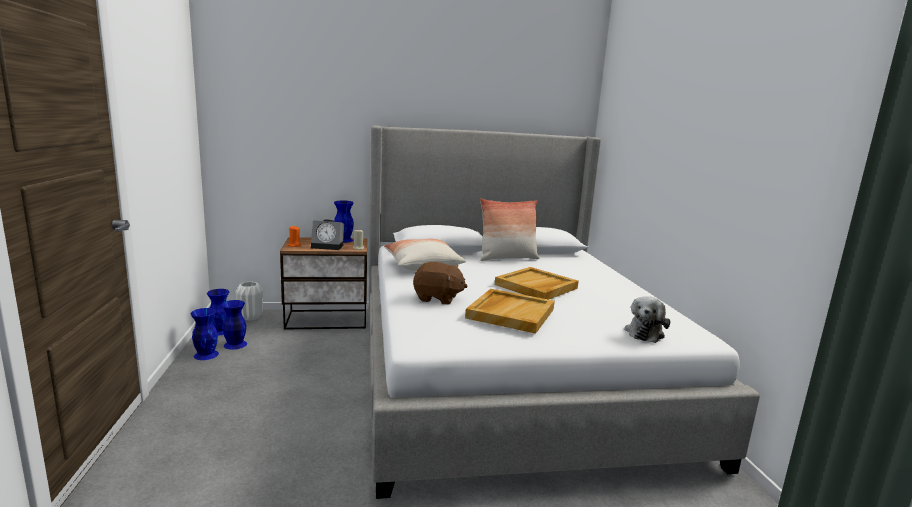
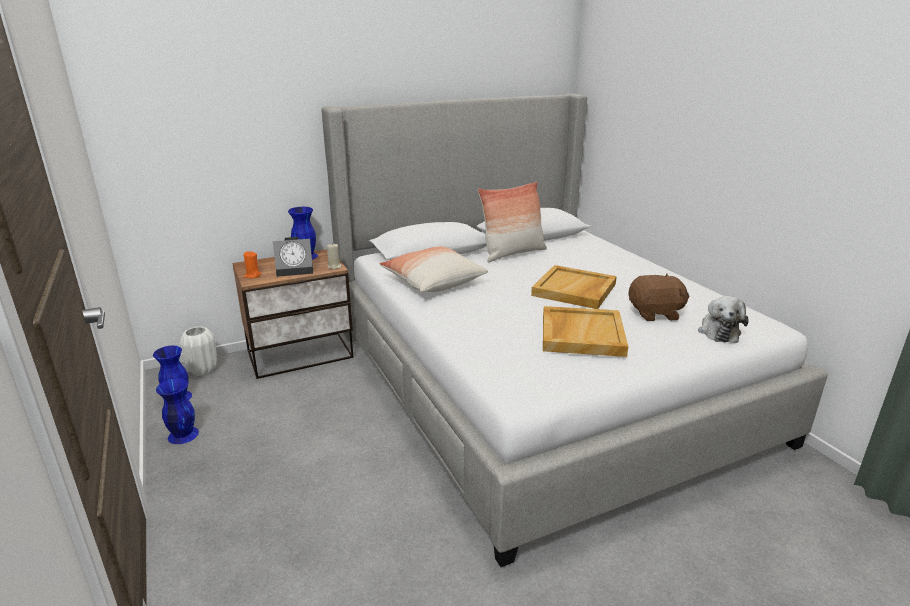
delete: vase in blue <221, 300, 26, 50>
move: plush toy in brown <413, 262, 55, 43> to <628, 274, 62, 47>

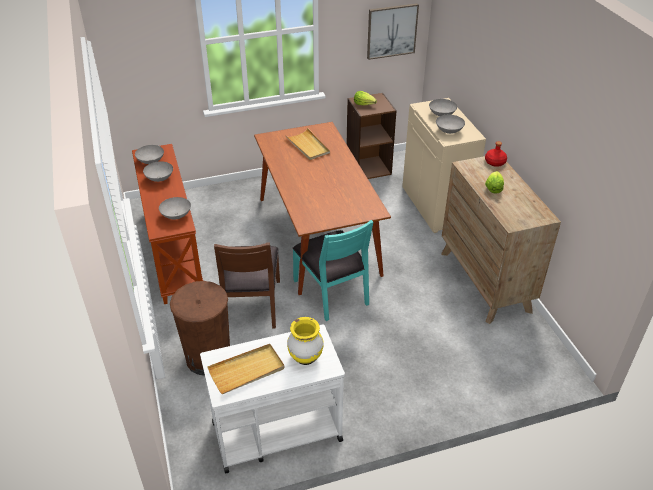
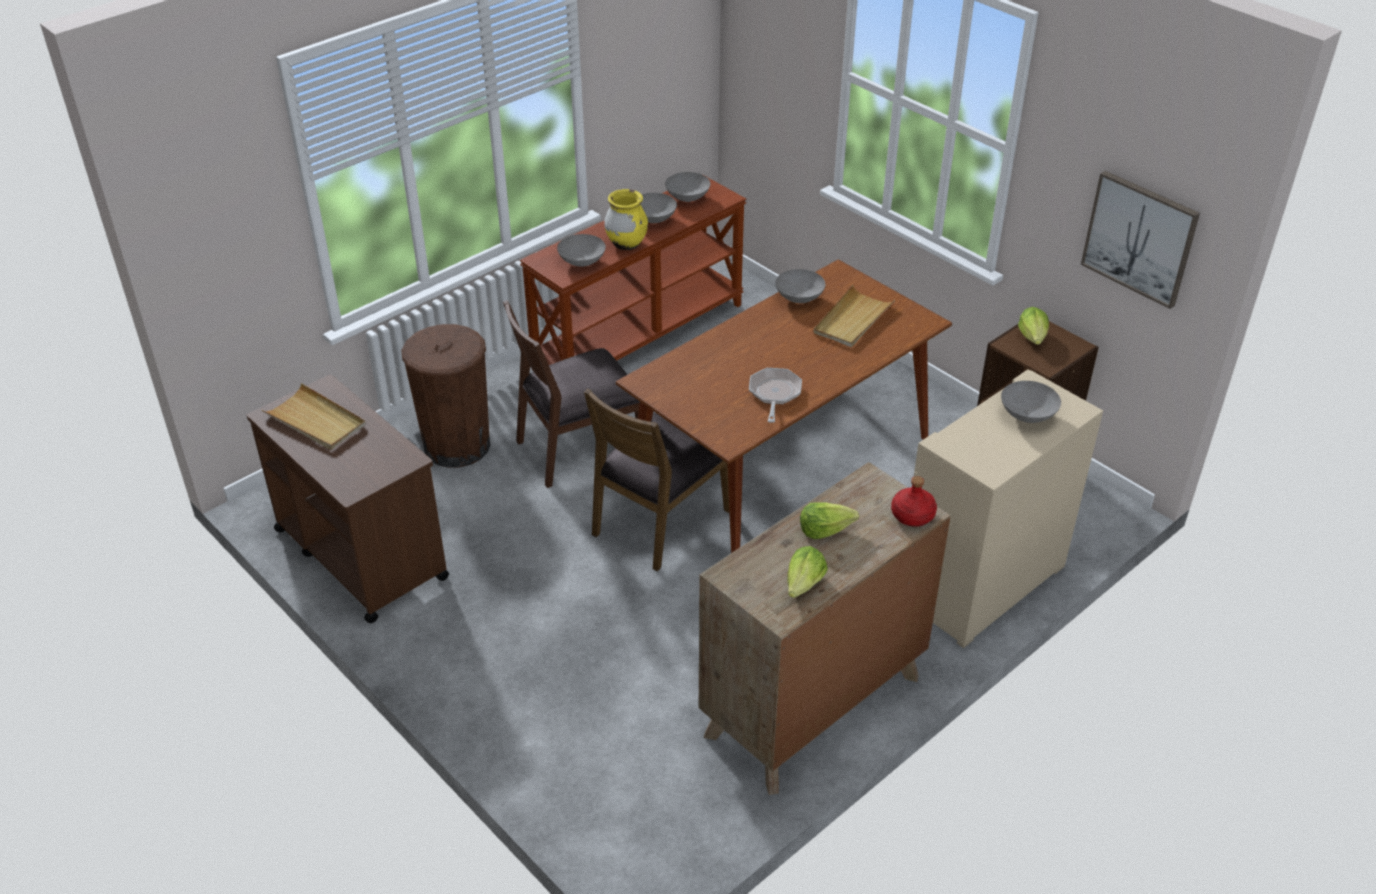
insert: frying pan <749, 368, 53, 55>; lettuce <787, 546, 41, 52>
move: vase in yellow <287, 317, 37, 48> to <604, 189, 44, 61>; bowl in grey <436, 115, 29, 19> to <775, 269, 50, 34>
recolor: cart in white <200, 325, 145, 148> to cart in brown <247, 374, 202, 249>; chair in turquoise <293, 220, 80, 101> to chair in brown <584, 389, 145, 182>

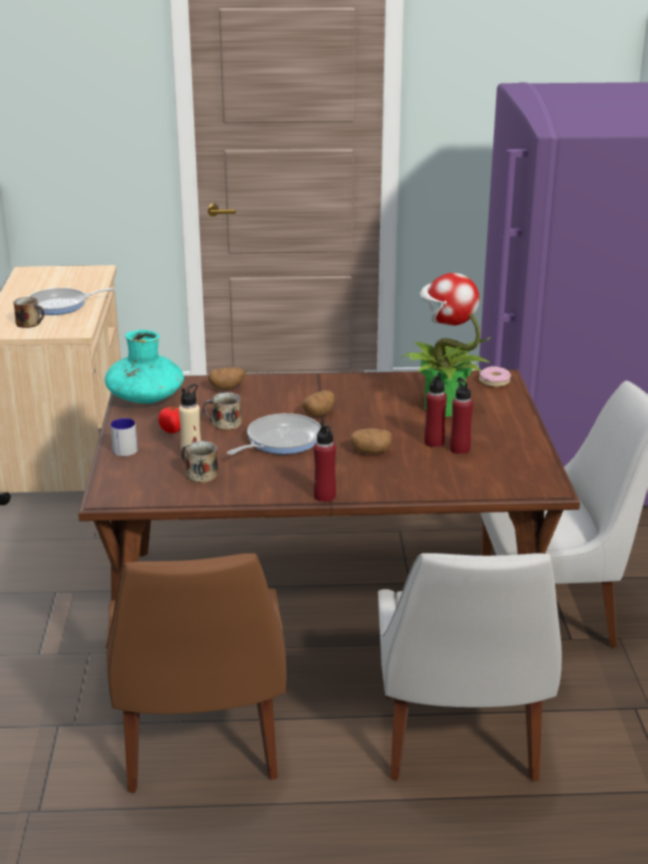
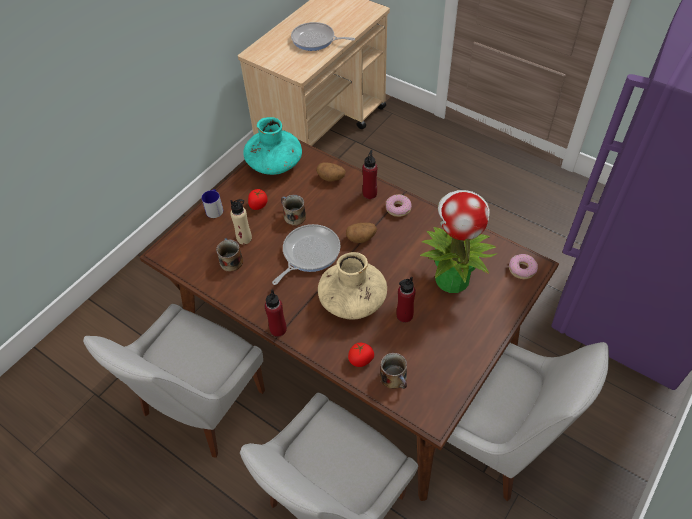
insert: tomato <348, 343, 26, 24>; donut <386, 194, 26, 23>
move: mug <13, 297, 32, 31> to <380, 353, 27, 36>; bottle in red <450, 377, 23, 77> to <362, 150, 15, 49>
replace: potato <350, 428, 43, 26> to vase in beige <318, 252, 69, 67>
recolor: chair in brown <106, 553, 180, 240> to chair in white <83, 304, 182, 154>
rotate: frying pan <227, 413, 94, 42> = <272, 224, 68, 61> 45 degrees counterclockwise

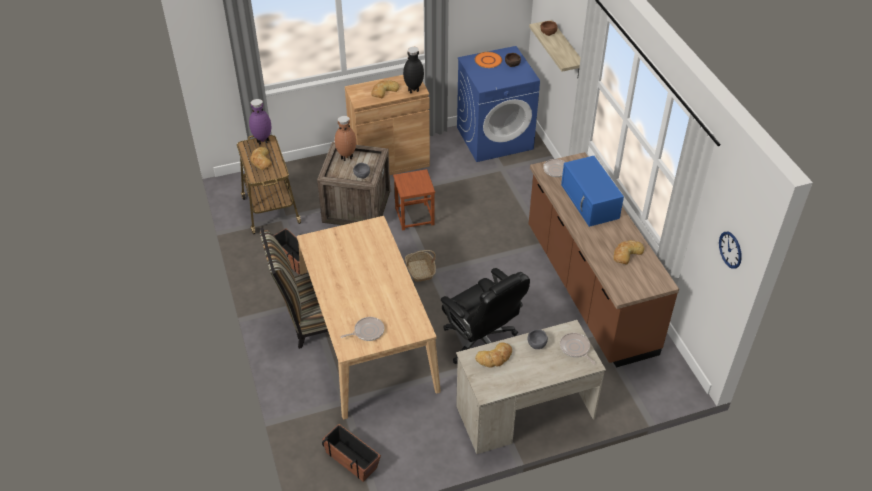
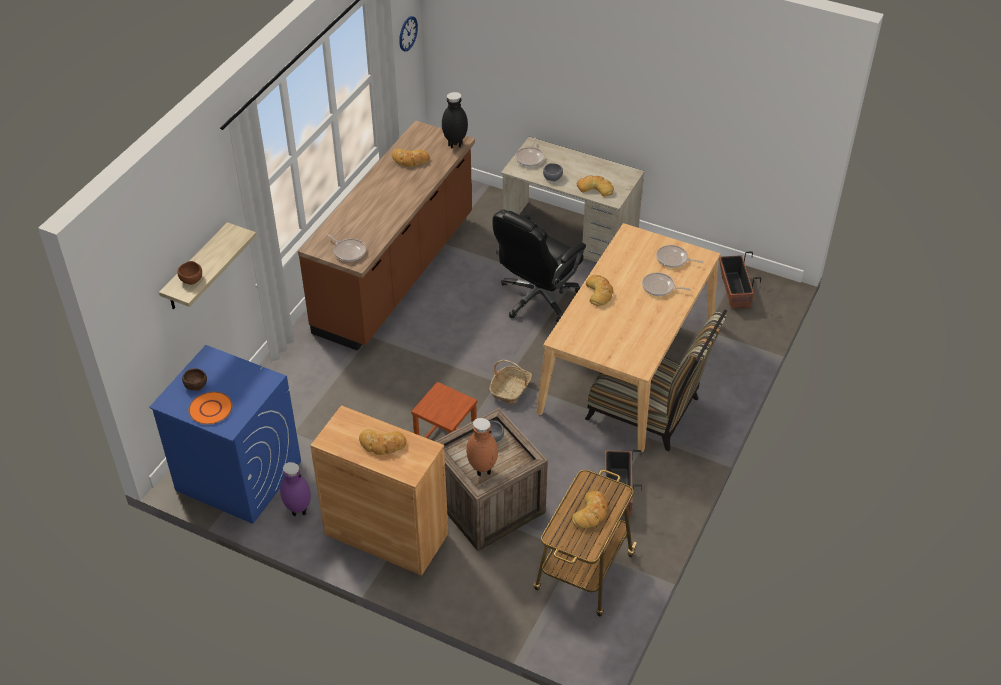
delete: microwave in blue <561, 156, 63, 71>
insert: bread <586, 275, 27, 32>; frying pan <642, 273, 49, 23>
move: vase in purple <249, 99, 22, 46> to <280, 462, 31, 54>; vase in black <403, 47, 21, 47> to <442, 92, 26, 56>
rotate: office chair in black <441, 268, 89, 96> = <493, 210, 93, 112> 150 degrees counterclockwise

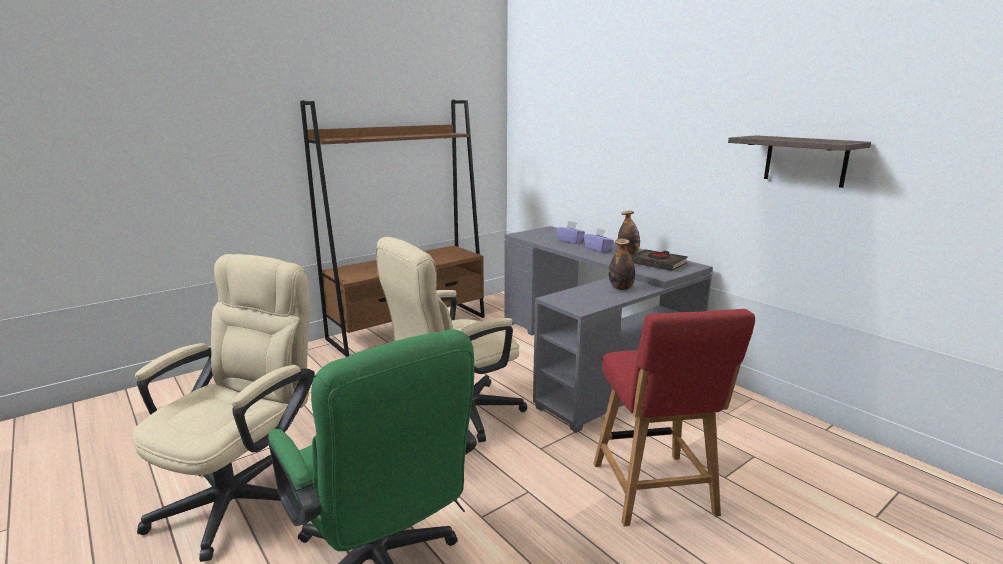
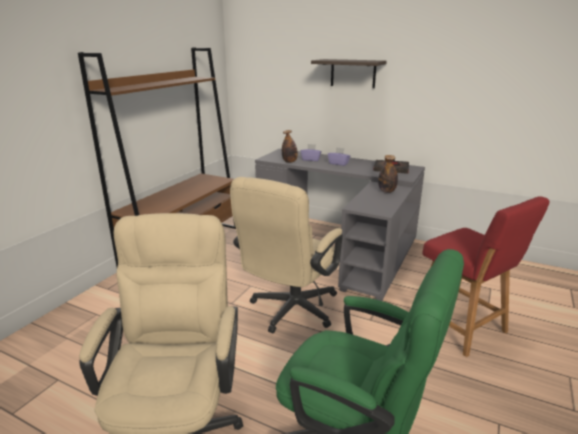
move: bottle <618, 211, 22, 44> to <282, 130, 16, 33>; shelf <728, 135, 143, 53> to <311, 59, 76, 29>

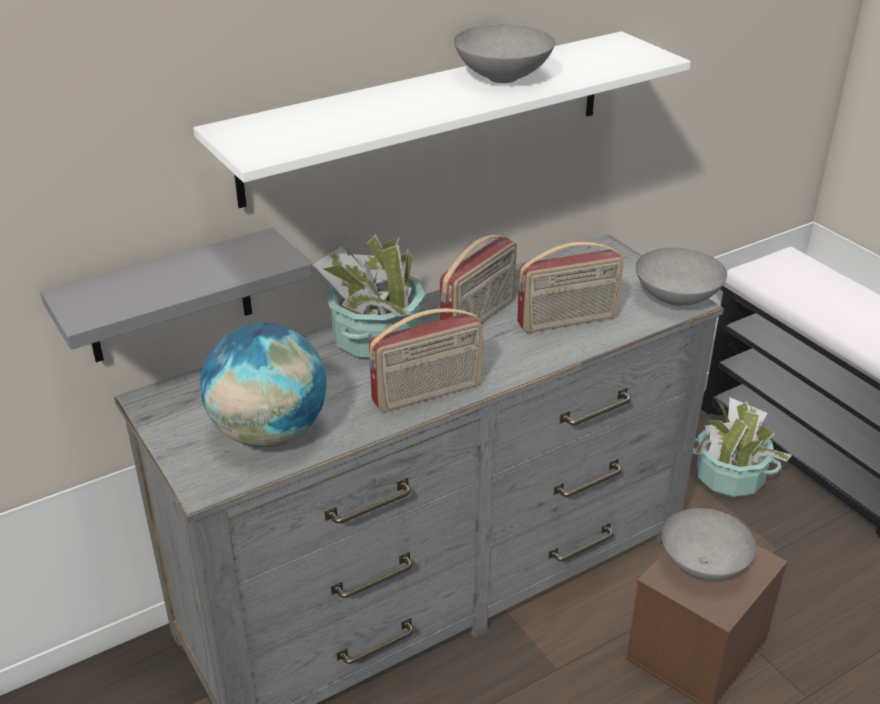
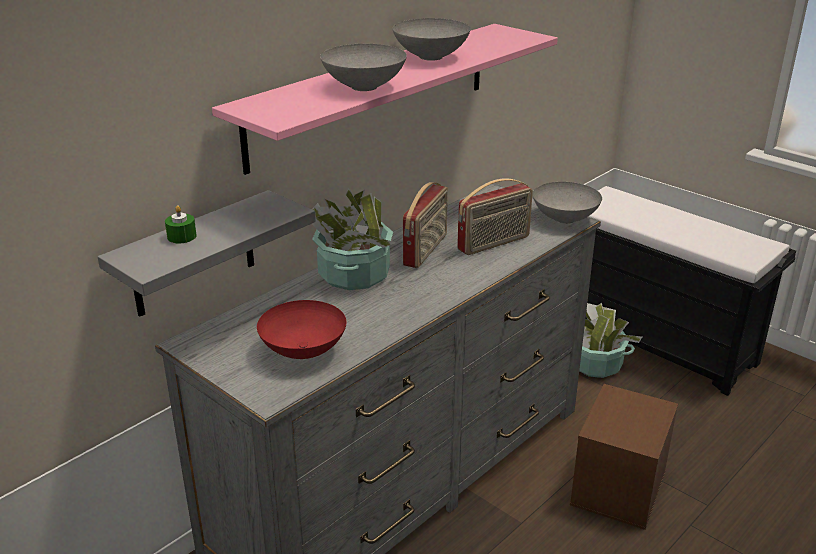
delete: radio <369, 308, 114, 104>
insert: candle in green <165, 206, 32, 37>
move: bowl in grey <662, 508, 94, 72> to <320, 44, 87, 47>
replace: globe <200, 323, 126, 124> to bowl in red <257, 300, 89, 59>
recolor: shelf in white <193, 31, 498, 177> to shelf in pink <212, 24, 346, 151>

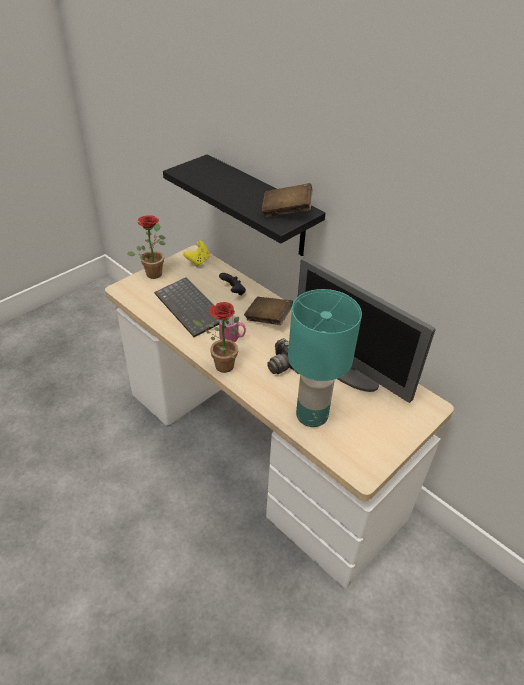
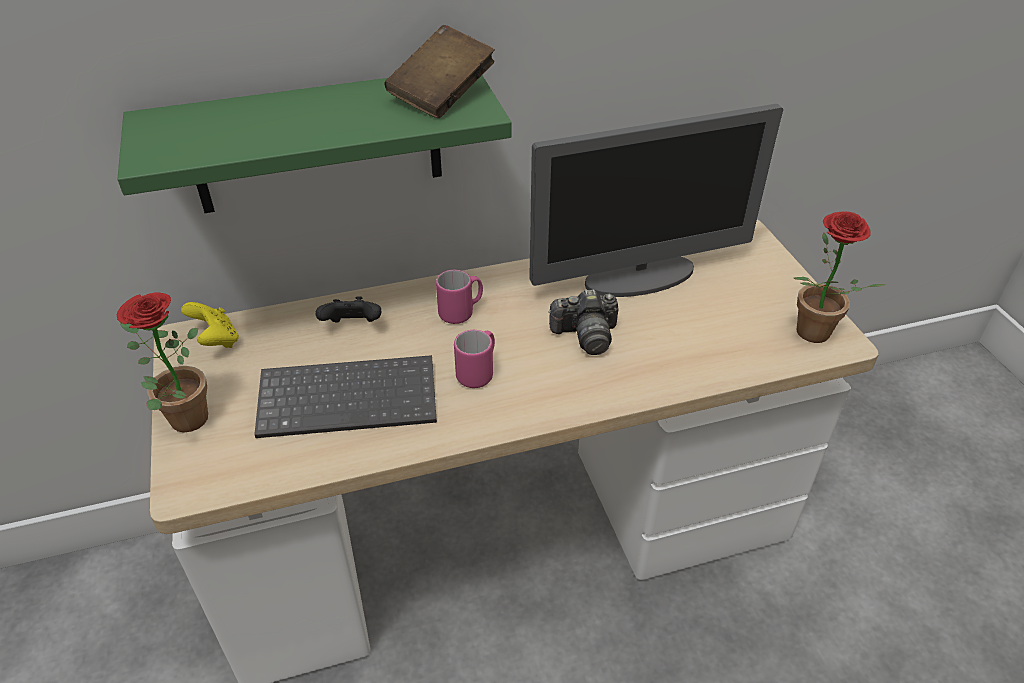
delete: table lamp in turquoise <288, 289, 74, 138>
move: potted plant <193, 302, 46, 71> to <794, 211, 92, 132>
replace: book in brown <244, 297, 49, 28> to mug in pink <436, 270, 47, 54>
recolor: shelf in black <163, 154, 163, 102> to shelf in green <117, 75, 395, 138>

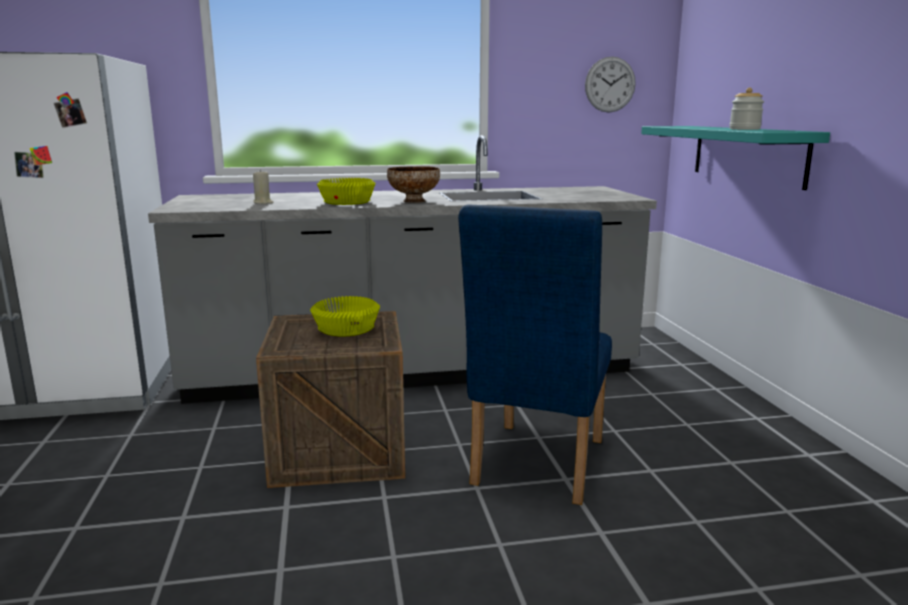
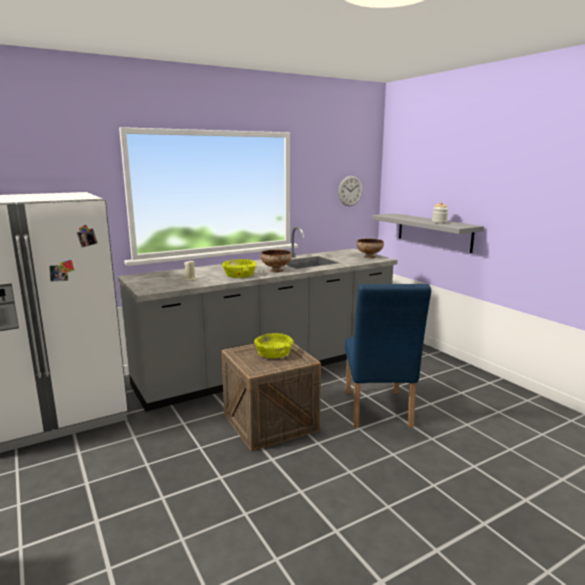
insert: bowl <357, 239, 27, 19>
recolor: shelf in turquoise <641, 126, 189, 64> to shelf in grey <372, 214, 112, 39>

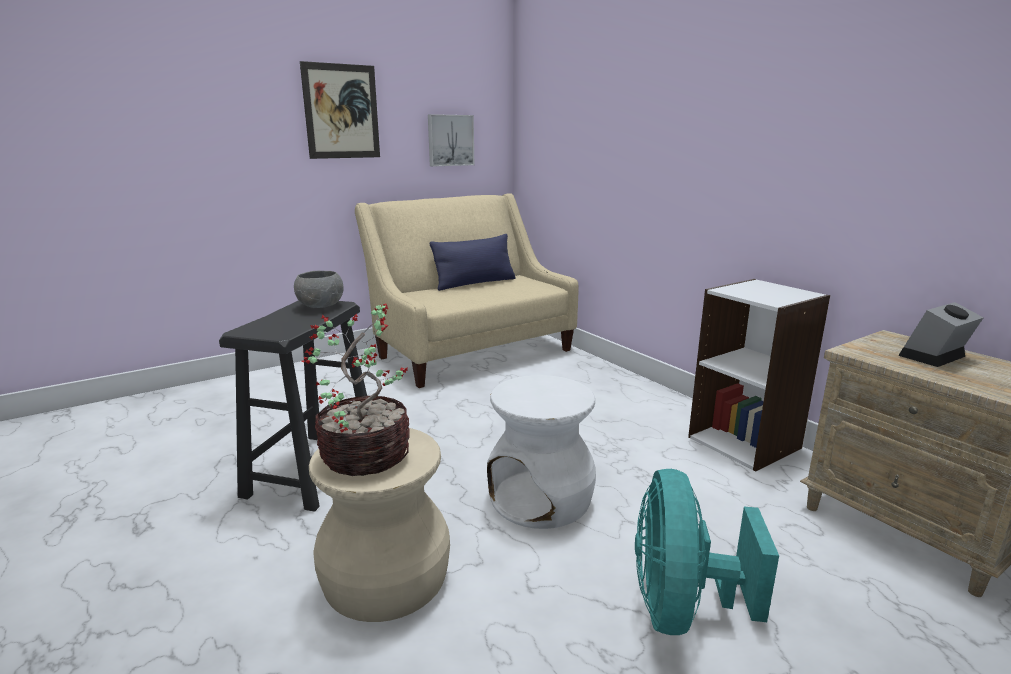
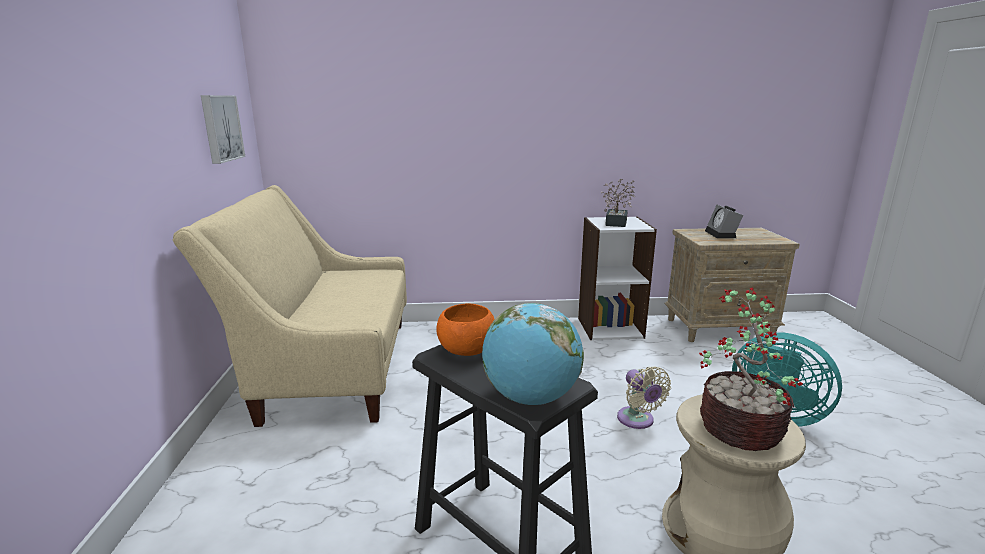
delete: picture <300, 61, 80, 98>; pillow in blue <430, 234, 86, 57>
insert: globe <482, 303, 102, 102>; potted plant <600, 179, 35, 48>
replace: stool in white <487, 375, 109, 154> to fan in beige <617, 367, 54, 62>
recolor: bowl in grey <294, 271, 50, 37> to bowl in orange <437, 303, 58, 53>

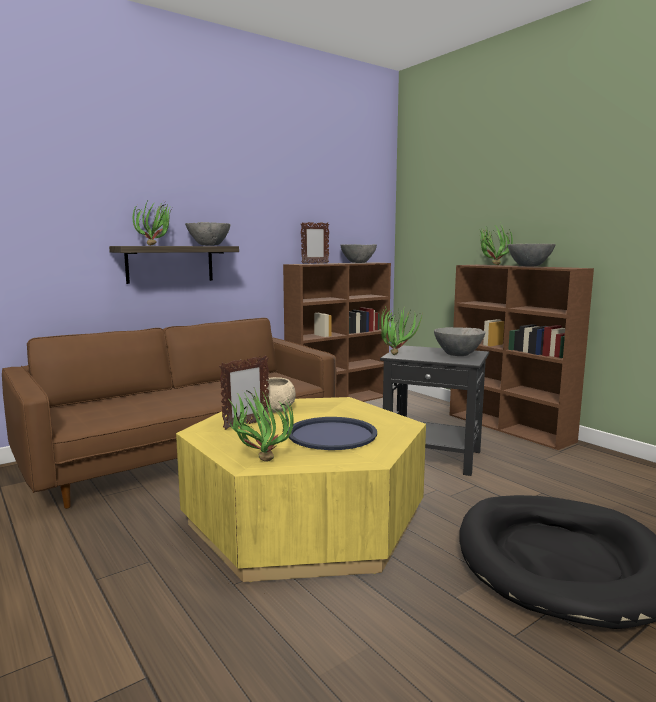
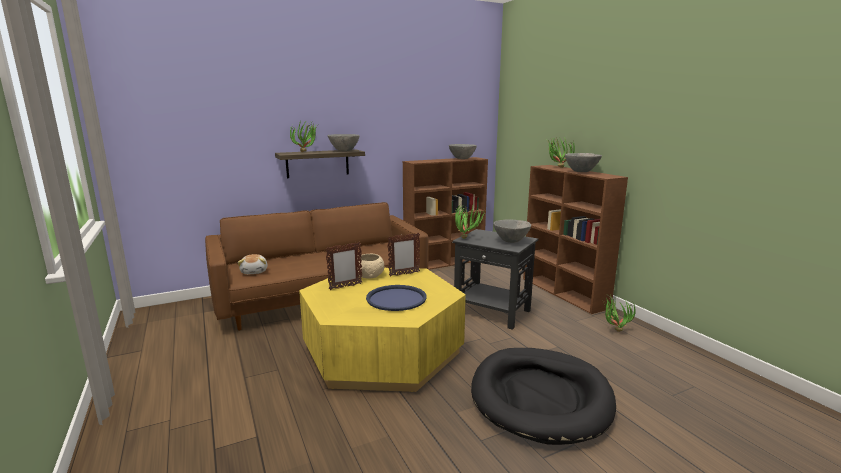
insert: plush toy <237, 254, 31, 20>
move: potted plant <228, 388, 66, 74> to <604, 294, 32, 38>; picture frame <301, 222, 28, 42> to <387, 233, 33, 44>

